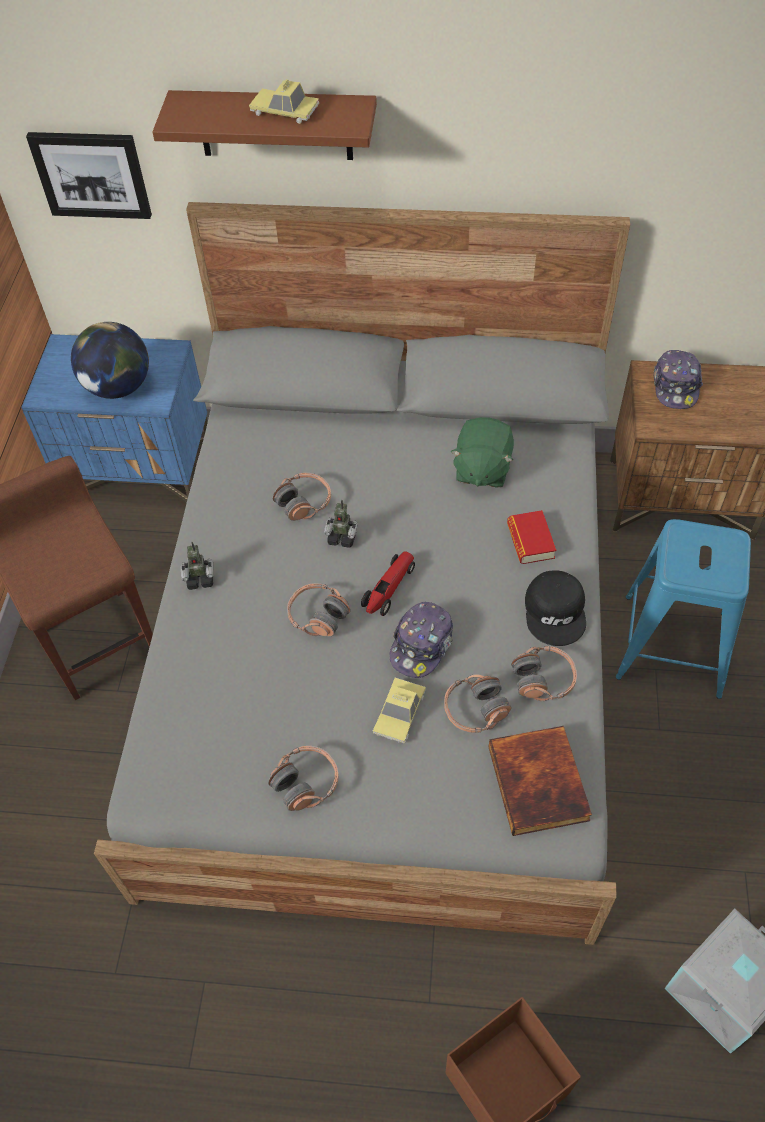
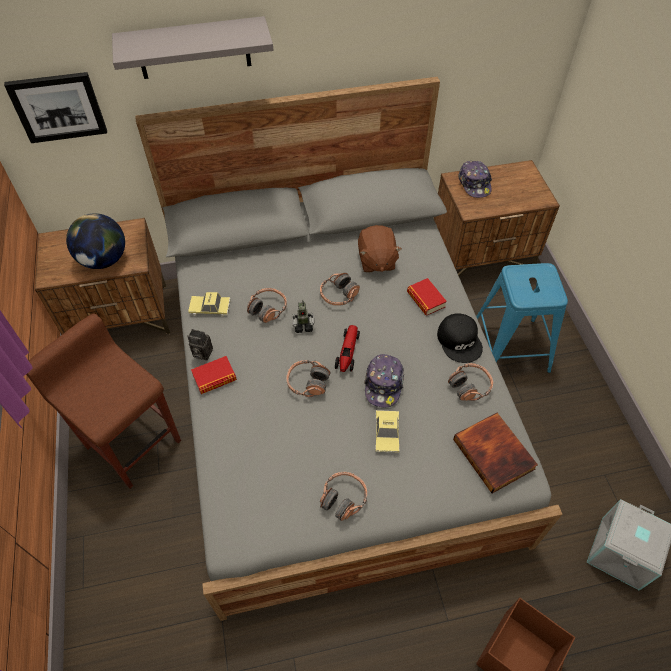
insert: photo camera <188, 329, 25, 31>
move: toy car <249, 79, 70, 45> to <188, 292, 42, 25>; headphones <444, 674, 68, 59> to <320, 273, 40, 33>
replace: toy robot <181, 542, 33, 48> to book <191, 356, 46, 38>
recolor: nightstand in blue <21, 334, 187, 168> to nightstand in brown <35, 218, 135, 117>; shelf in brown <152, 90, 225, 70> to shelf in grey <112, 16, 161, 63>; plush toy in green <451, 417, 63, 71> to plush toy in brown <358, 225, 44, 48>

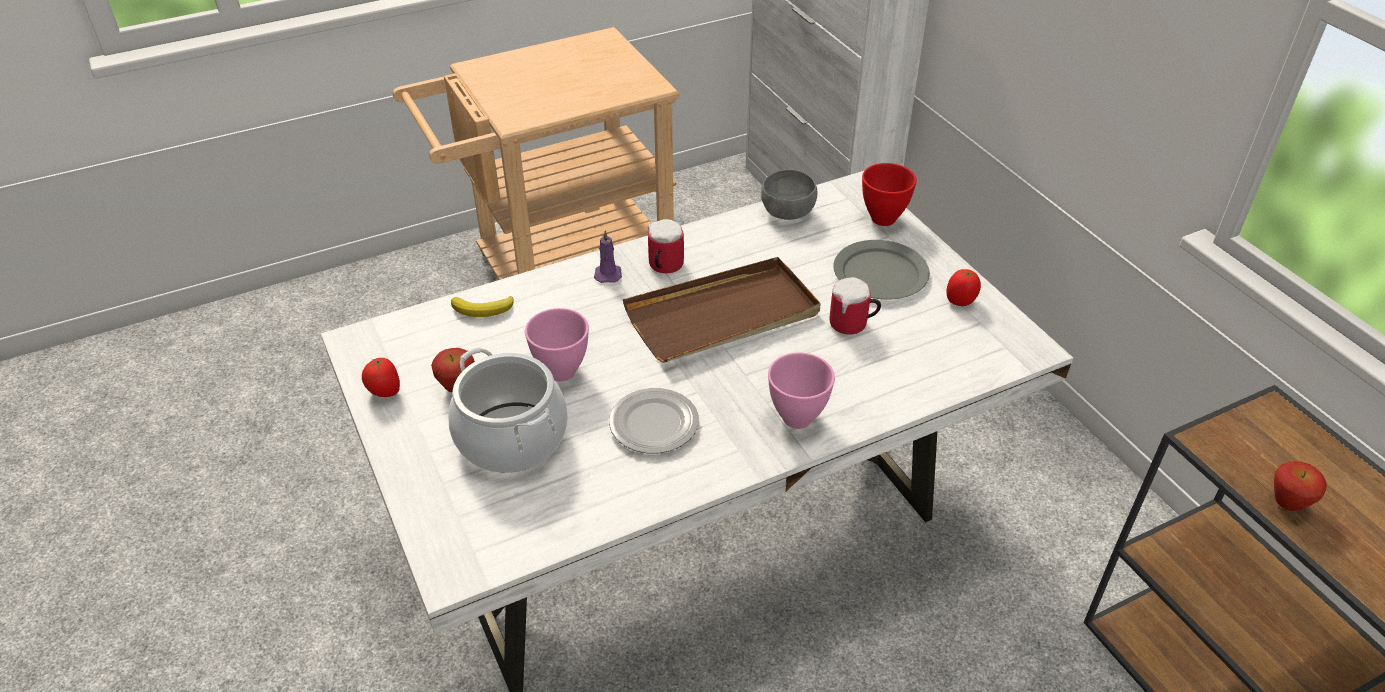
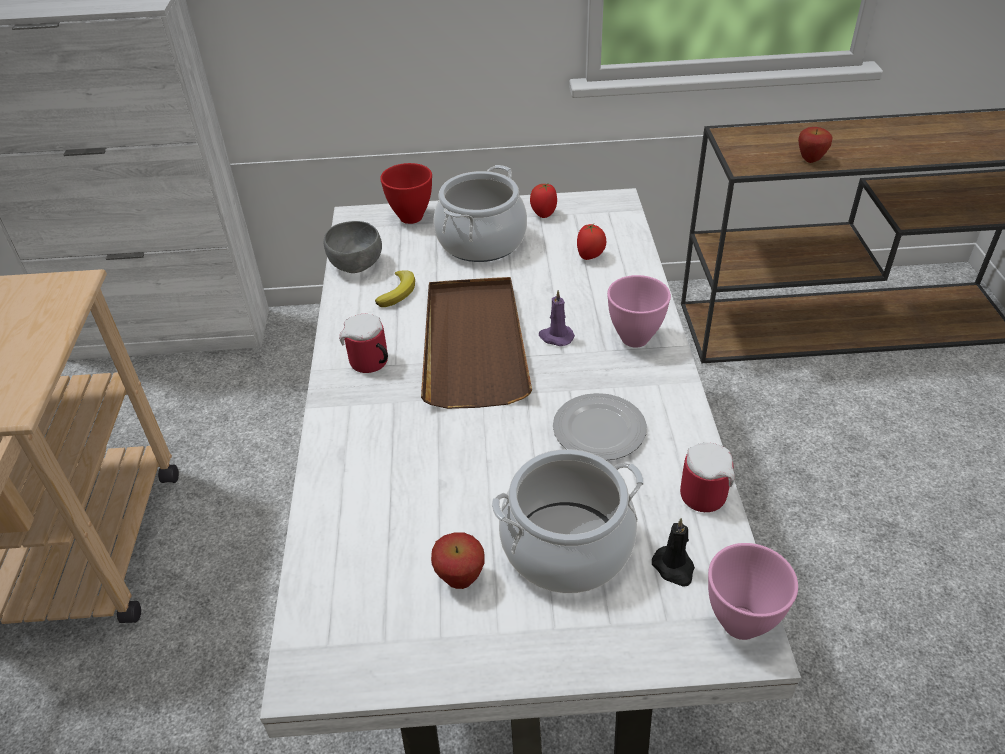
insert: candle in black <652, 518, 43, 69>
move: tomato <362, 358, 38, 39> to <577, 224, 30, 36>; banana <451, 296, 63, 21> to <375, 270, 40, 37>; bowl in pink <525, 308, 64, 73> to <708, 543, 90, 97>; candle in purple <594, 230, 28, 53> to <539, 290, 36, 56>; mug <830, 277, 51, 58> to <680, 443, 55, 69>
replace: plate in grey <833, 240, 97, 60> to cooking pot <434, 165, 93, 97>

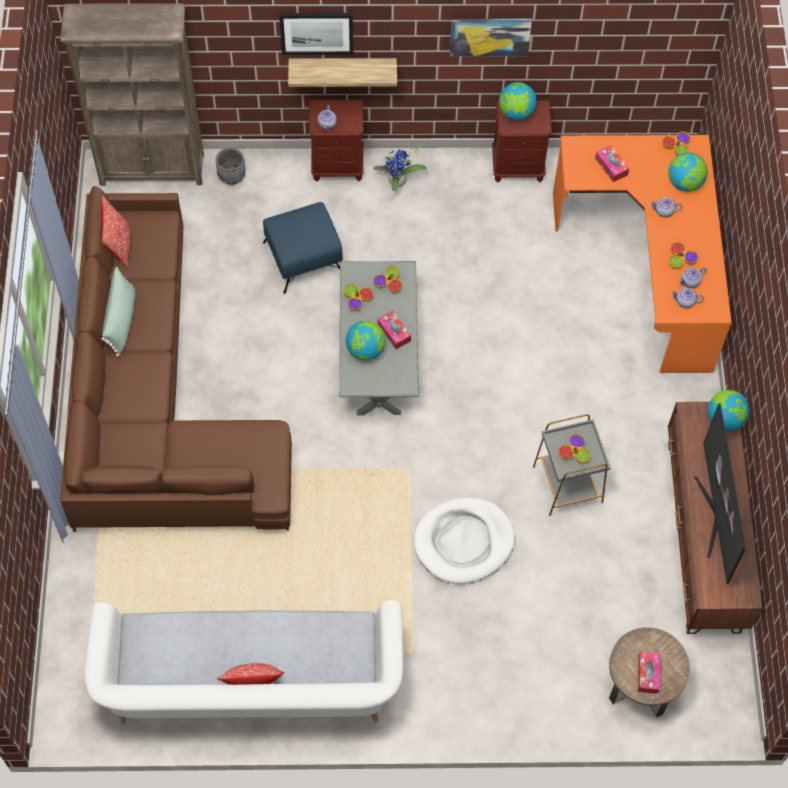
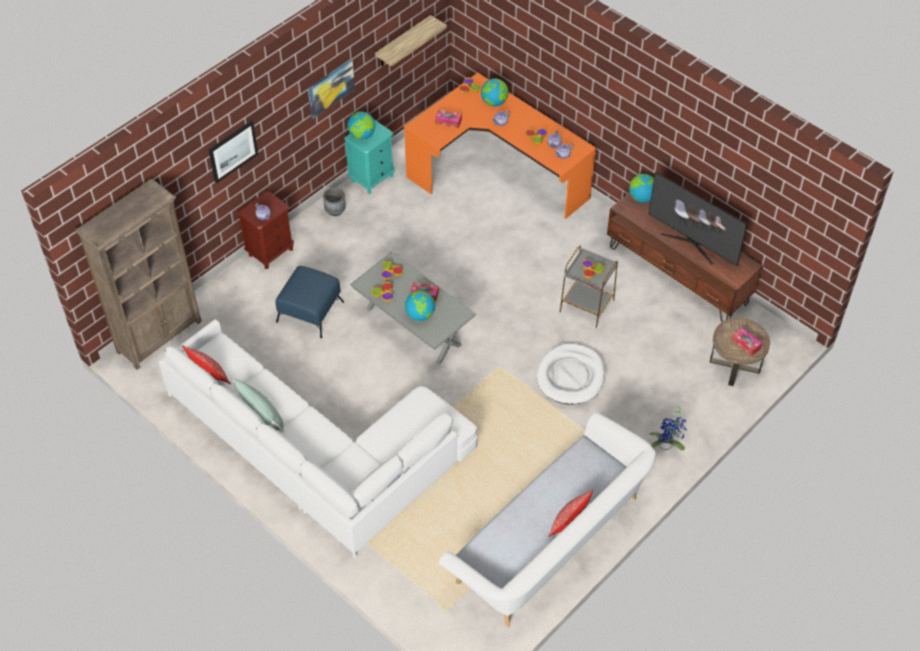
move: planter in grey <216, 148, 30, 37> to <323, 187, 23, 29>; shelf <288, 58, 109, 29> to <375, 15, 72, 52>; potted plant <374, 146, 53, 45> to <650, 405, 37, 46>
recolor: sofa in brown <60, 186, 232, 346> to sofa in white <159, 319, 319, 239>; nightstand in brown <492, 101, 60, 81> to nightstand in turquoise <344, 120, 51, 74>

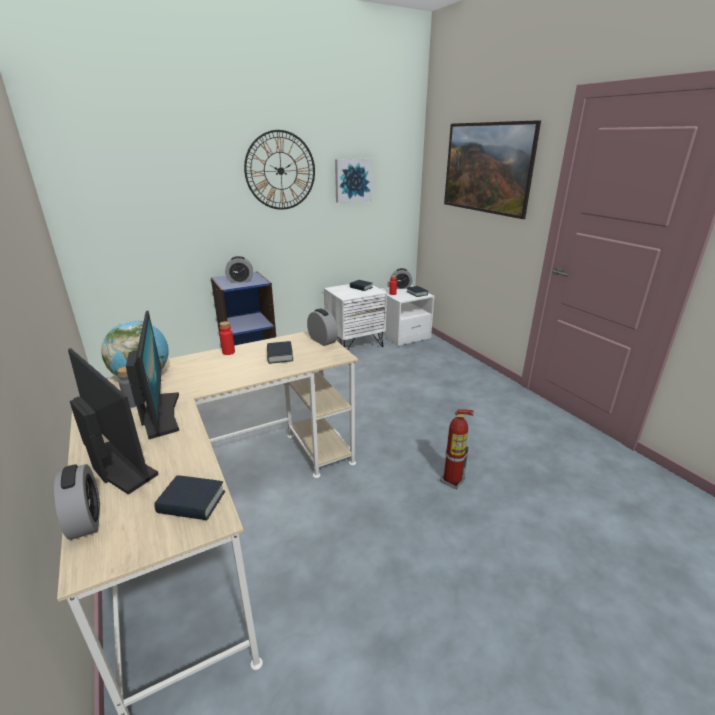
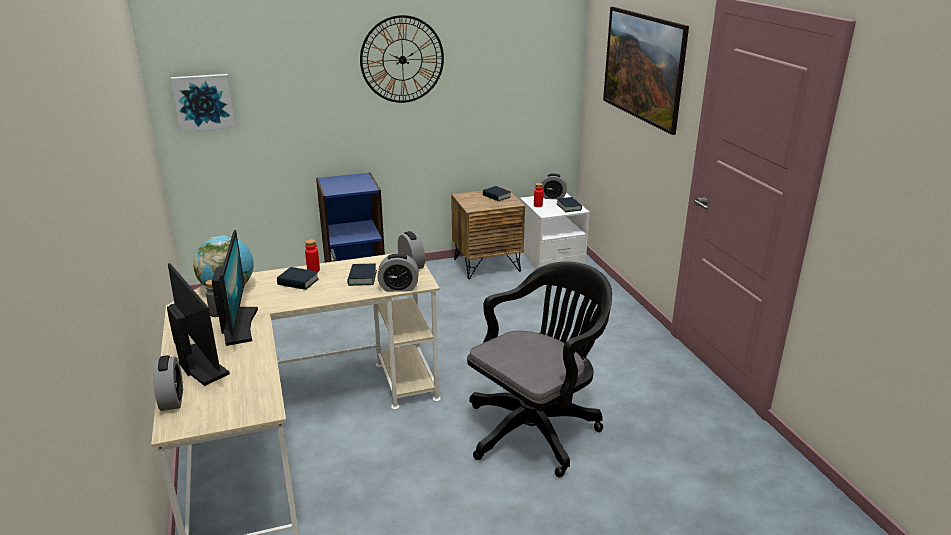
move: book <154, 475, 71, 45> to <277, 267, 42, 23>; alarm clock <225, 256, 28, 27> to <377, 253, 42, 39>; picture <335, 158, 38, 45> to <171, 74, 64, 58>
replace: fire extinguisher <440, 409, 34, 80> to office chair in black <467, 261, 145, 216>
recolor: nightstand in white <324, 284, 63, 66> to nightstand in brown <451, 188, 74, 91>

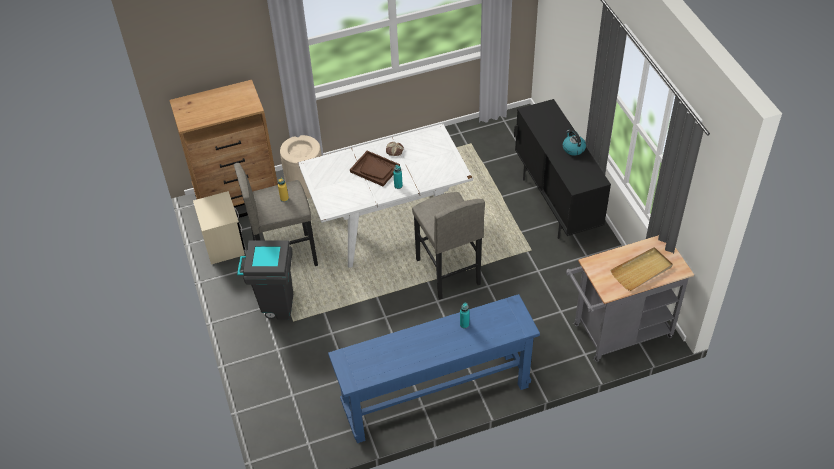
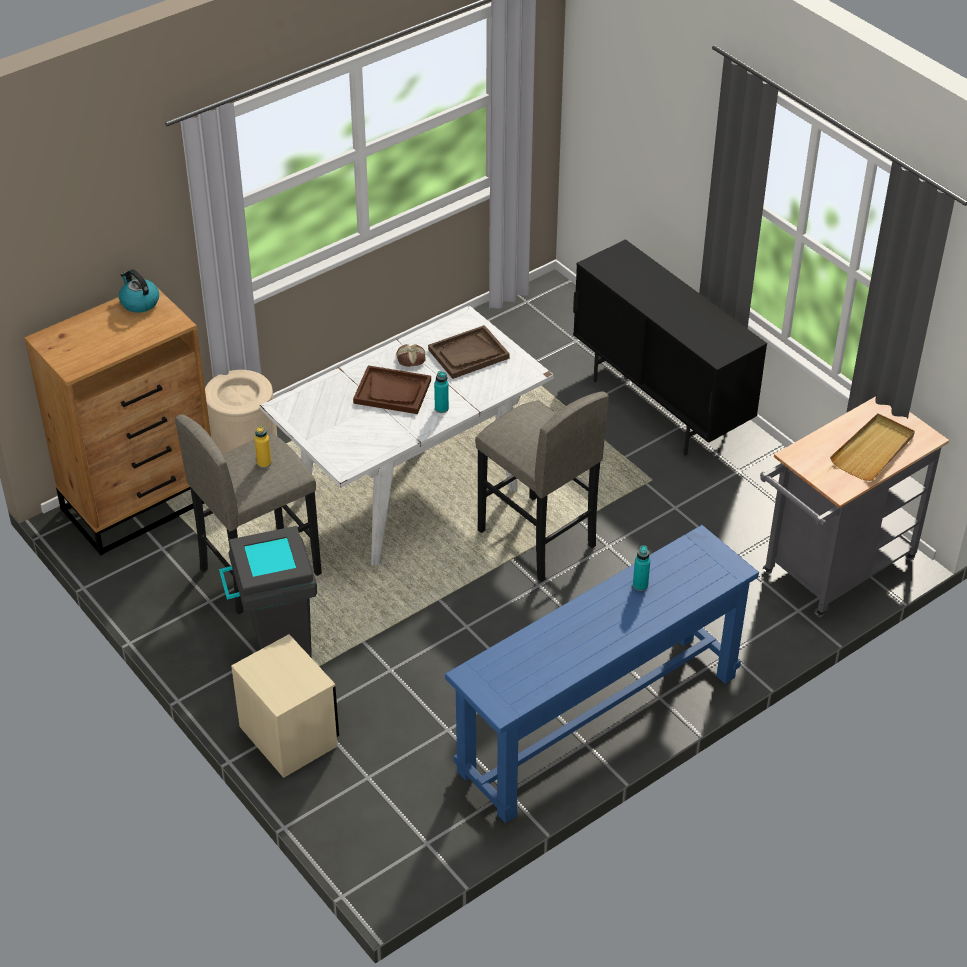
insert: tray in brown <428, 325, 82, 54>
move: nightstand in beige <193, 191, 52, 74> to <231, 634, 108, 144>; kettle <563, 130, 23, 26> to <119, 269, 40, 44>

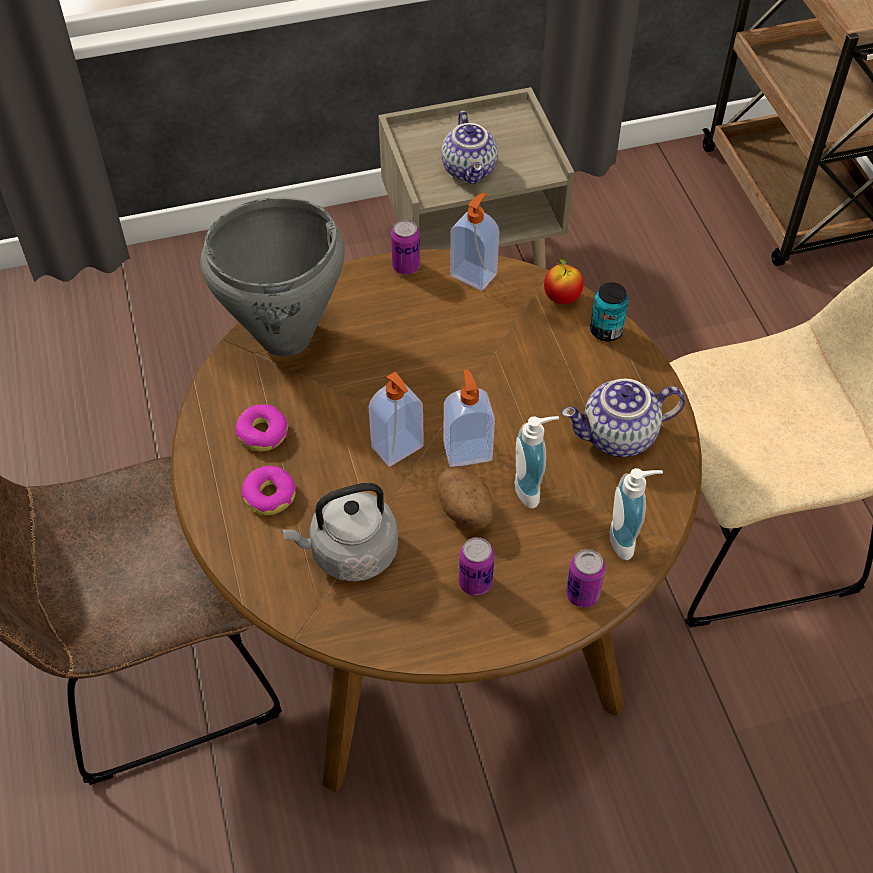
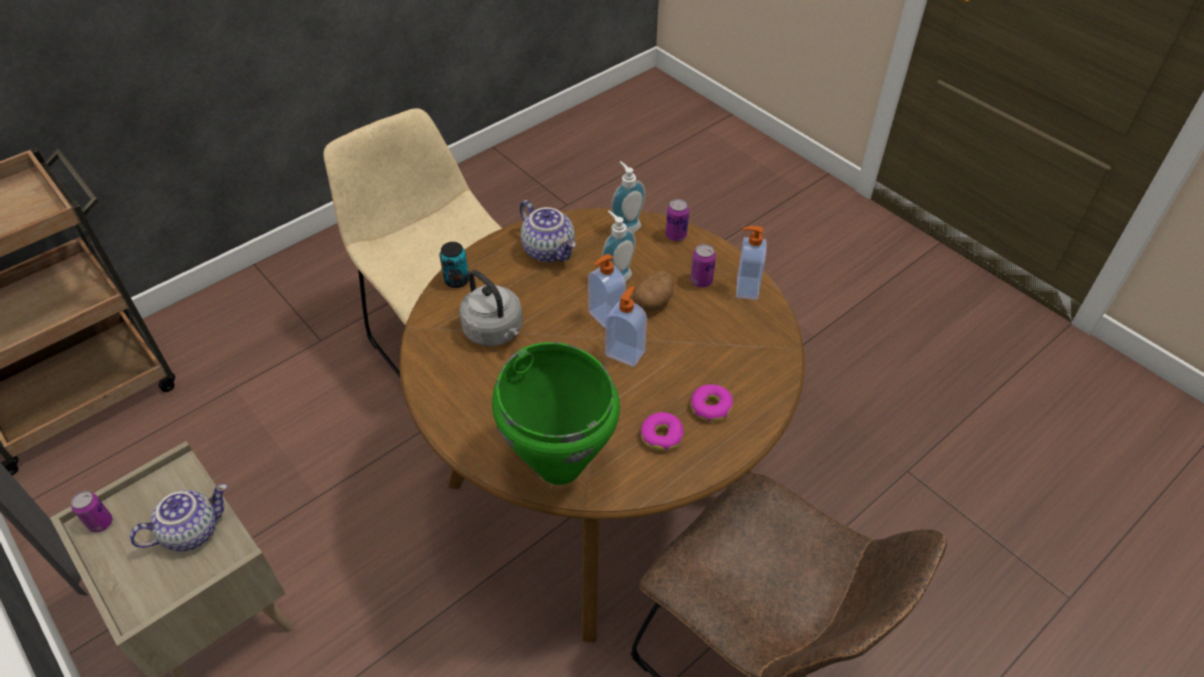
delete: apple <544, 258, 40, 46>
move: kettle in grey <282, 483, 116, 99> to <459, 270, 64, 76>; can <391, 220, 29, 55> to <71, 491, 41, 42>; soap dispenser <450, 193, 49, 98> to <736, 226, 31, 74>
recolor: cooking pot in grey <201, 197, 144, 160> to cooking pot in green <492, 342, 128, 143>

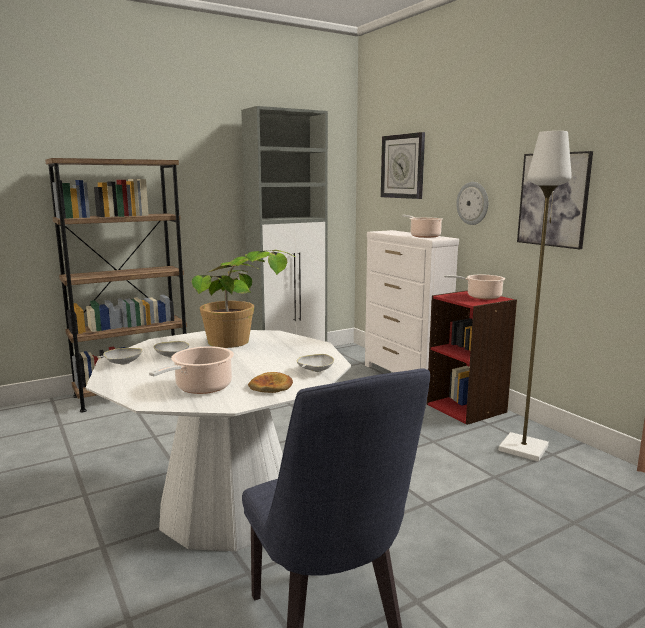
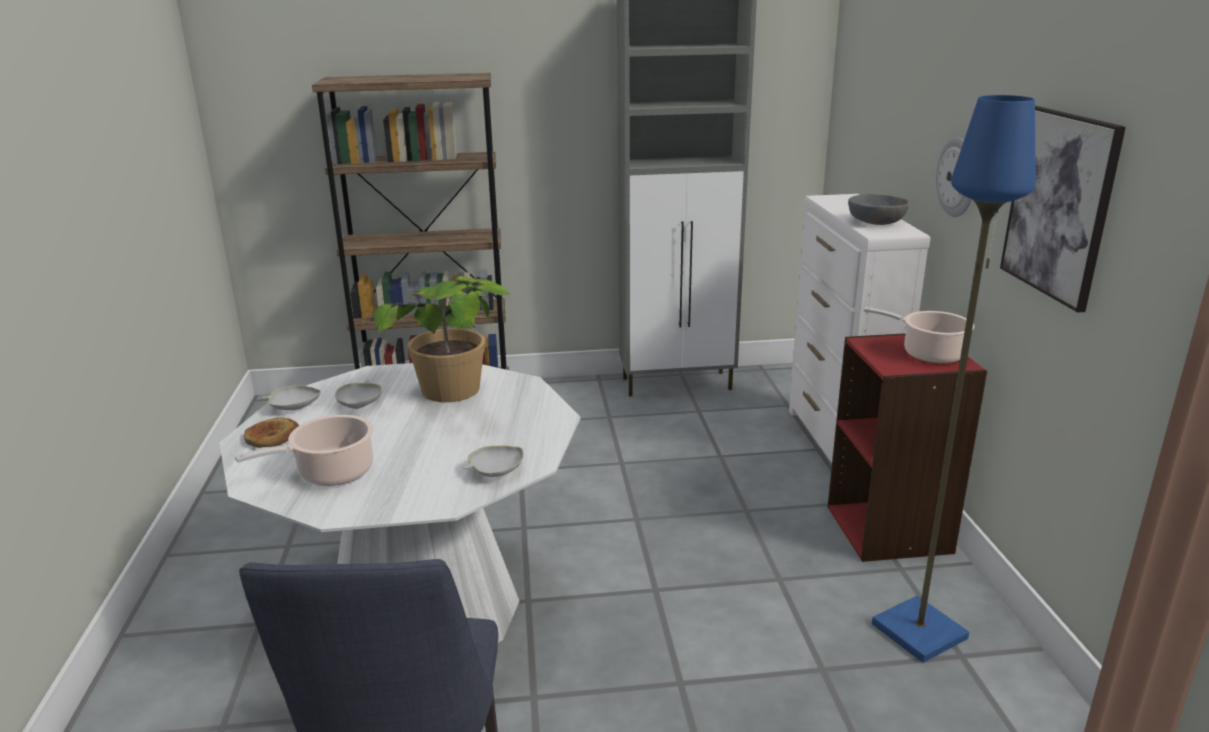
delete: wall clock <381, 132, 44, 67>
move: bread <248, 372, 45, 21> to <244, 417, 55, 31>
replace: cooking pot <402, 215, 41, 23> to bowl in grey <848, 194, 61, 31>
recolor: floor lamp in white <499, 131, 73, 331> to floor lamp in blue <872, 95, 164, 568>

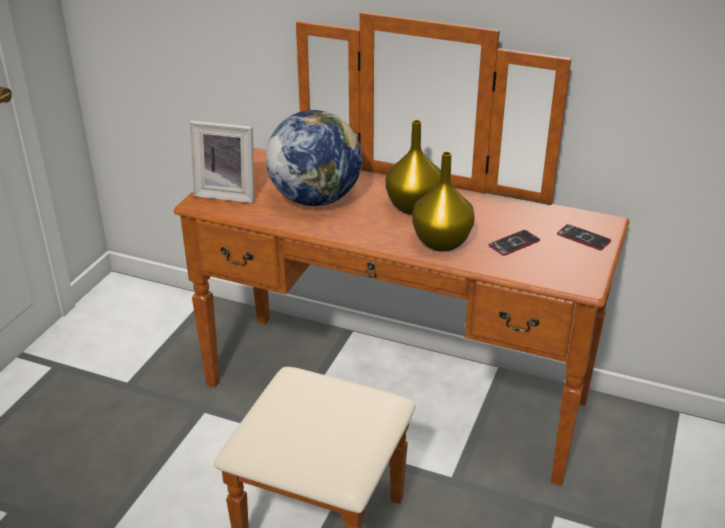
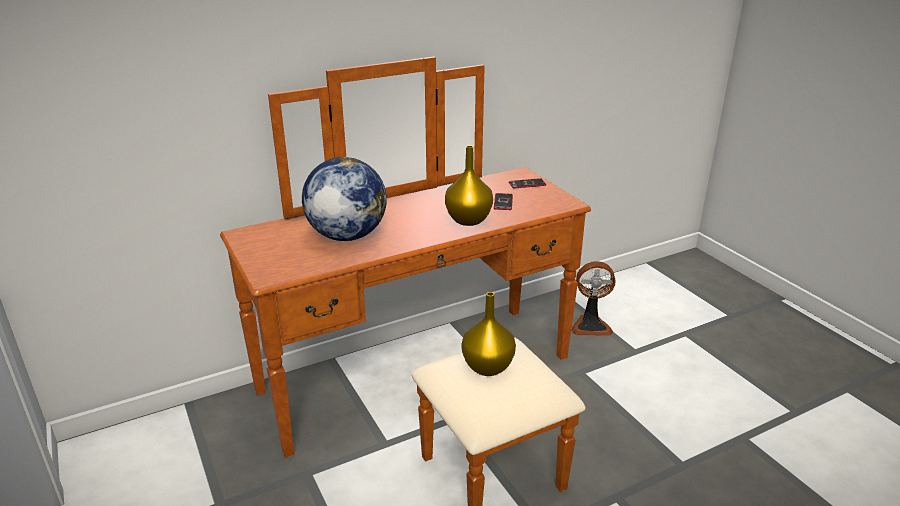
delete: picture frame <190, 120, 64, 83>
insert: fan <571, 261, 45, 75>
move: vase in yellow <386, 120, 55, 95> to <462, 292, 54, 84>

